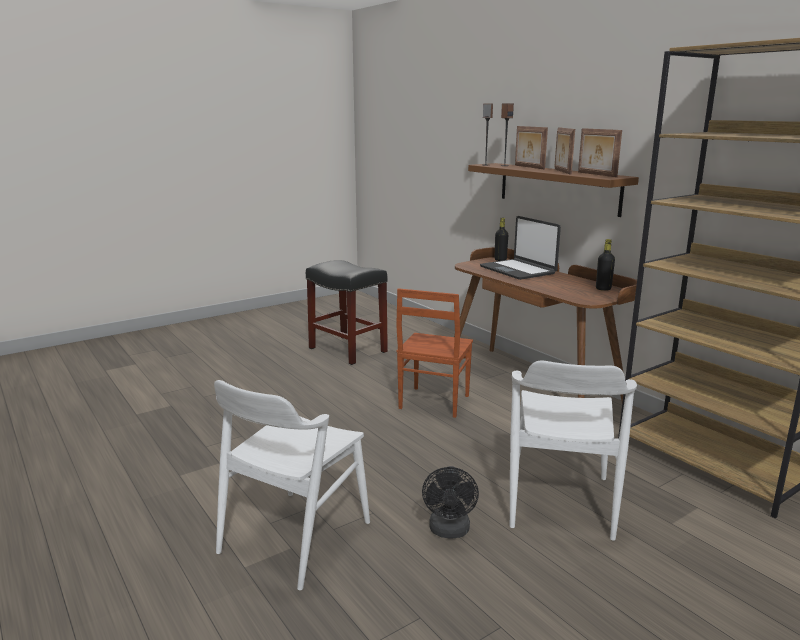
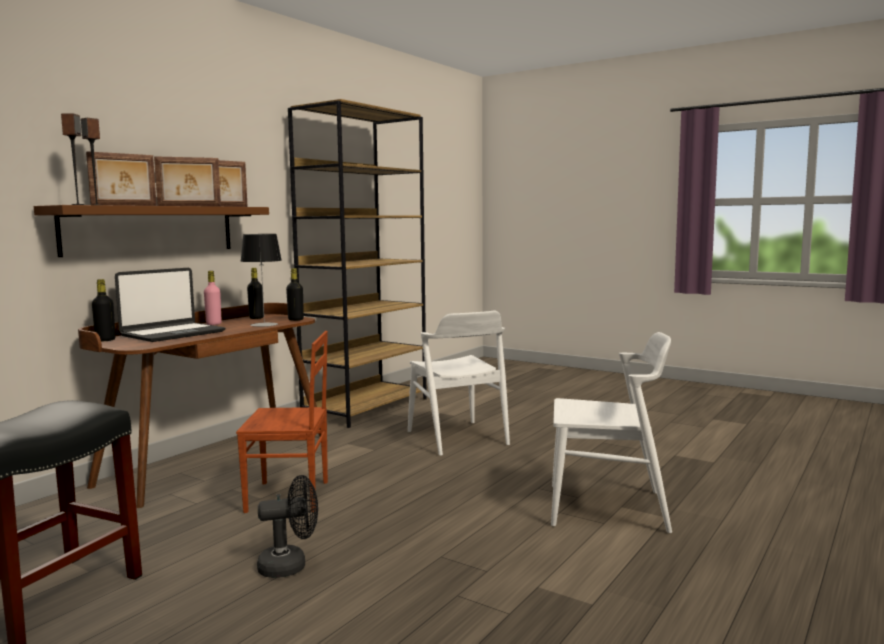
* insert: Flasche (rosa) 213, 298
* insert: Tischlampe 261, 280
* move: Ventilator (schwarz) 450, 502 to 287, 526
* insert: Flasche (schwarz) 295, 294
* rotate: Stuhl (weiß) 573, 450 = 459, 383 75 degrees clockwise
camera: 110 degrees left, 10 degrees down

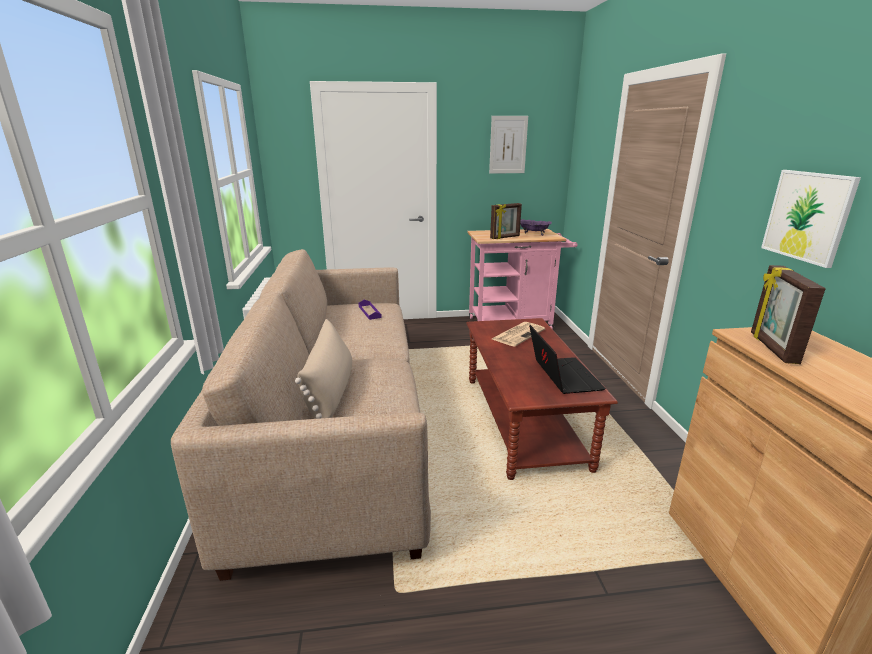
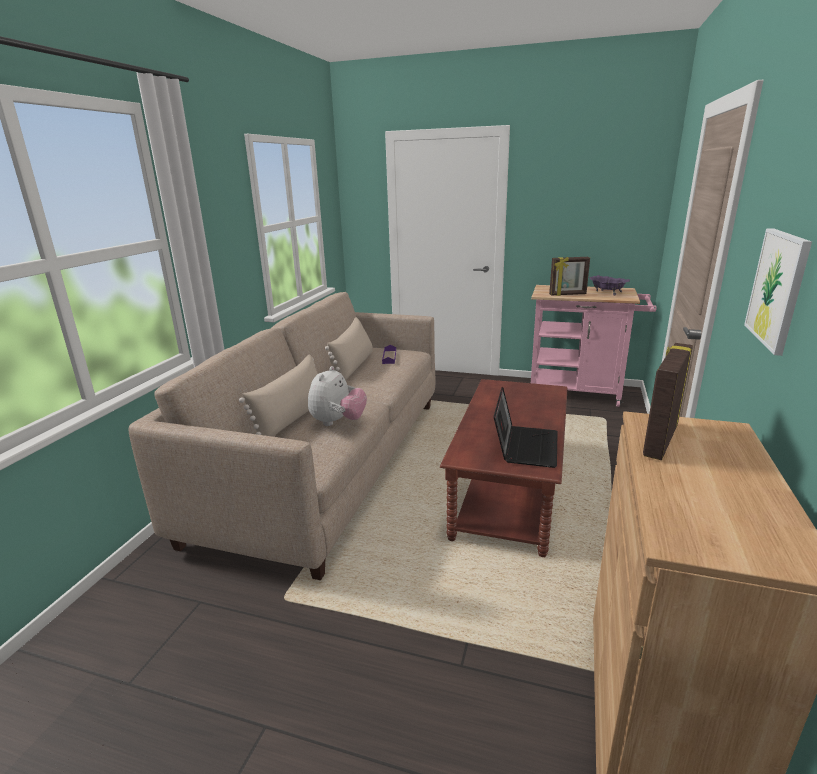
* insert: Plüschtier 337, 396
* insert: Kissen (beige) 349, 348
* delete: Bild 508, 145
* delete: Zeitung 518, 334
camera: 25 degrees right, 0 degrees up

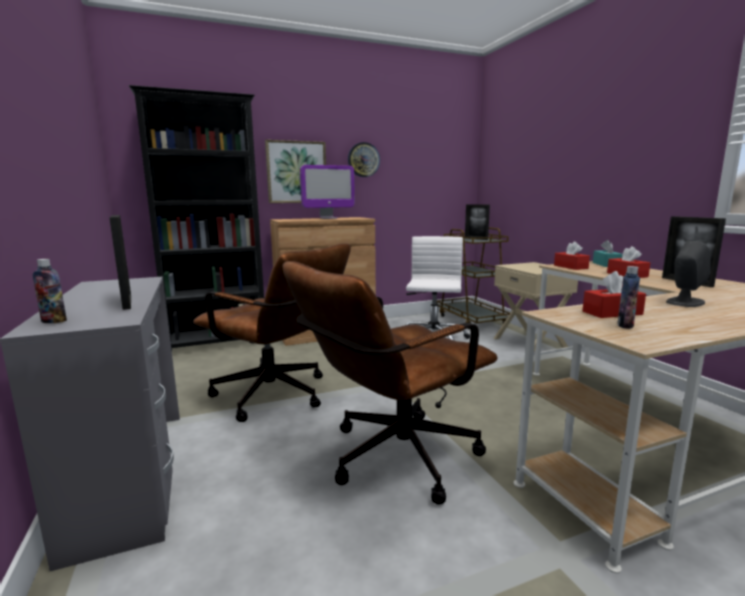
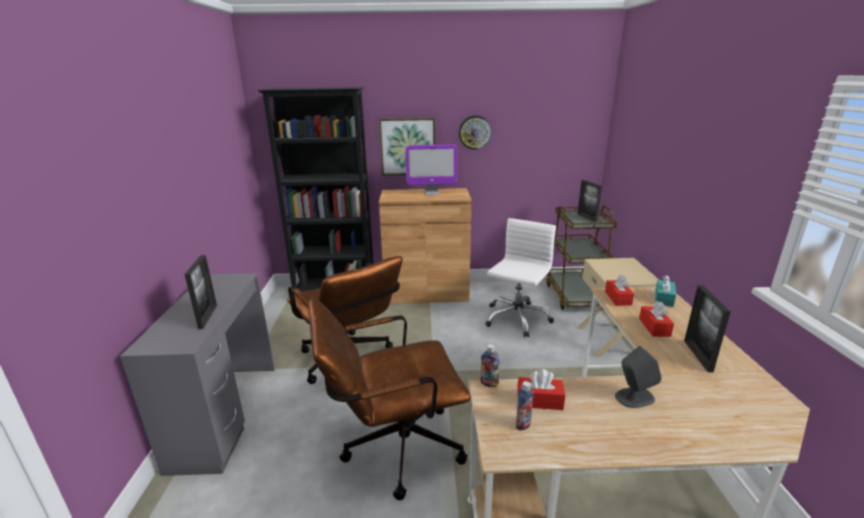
* move: Flasche 50, 291 to 490, 365
camera: 20 degrees right, 10 degrees up

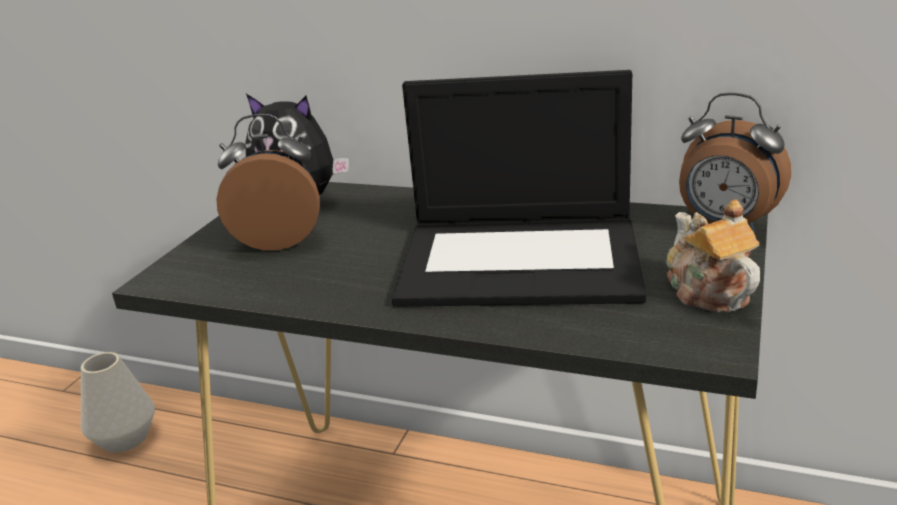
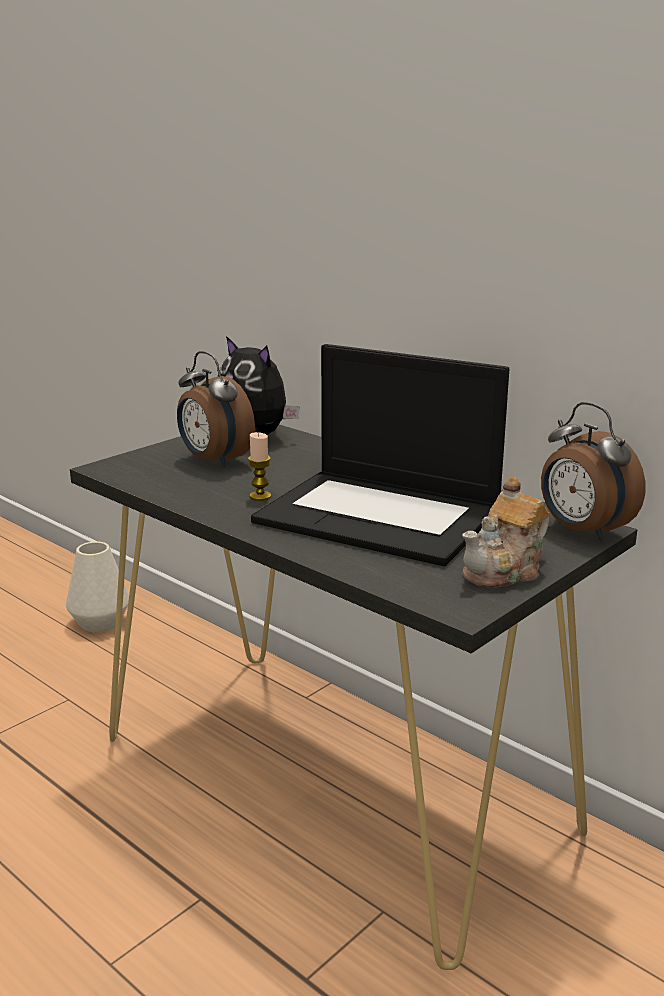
* rotate: Wecker 268, 182 = 216, 409 150 degrees counterclockwise
* insert: Kerze 259, 466
* rotate: Teekanne 713, 255 = 505, 532 135 degrees counterclockwise
camera: 20 degrees right, 5 degrees down

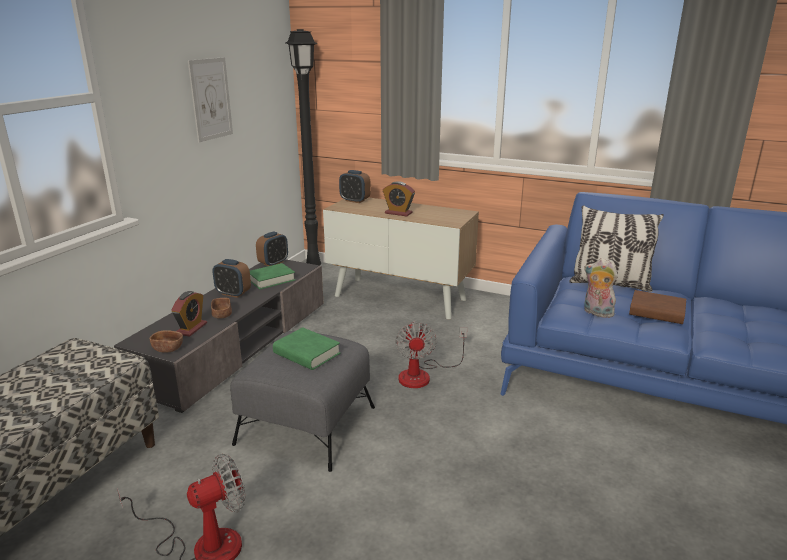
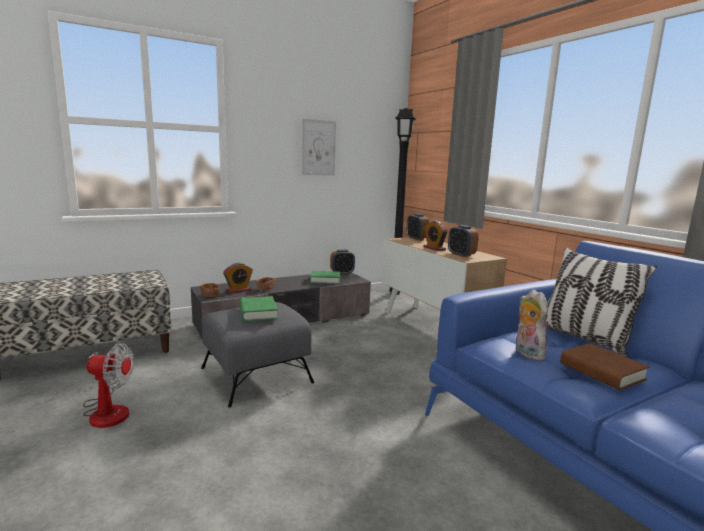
* move: Wecker 231, 278 to 463, 241
* delete: Ventilator 431, 354
camera: 35 degrees right, 10 degrees down

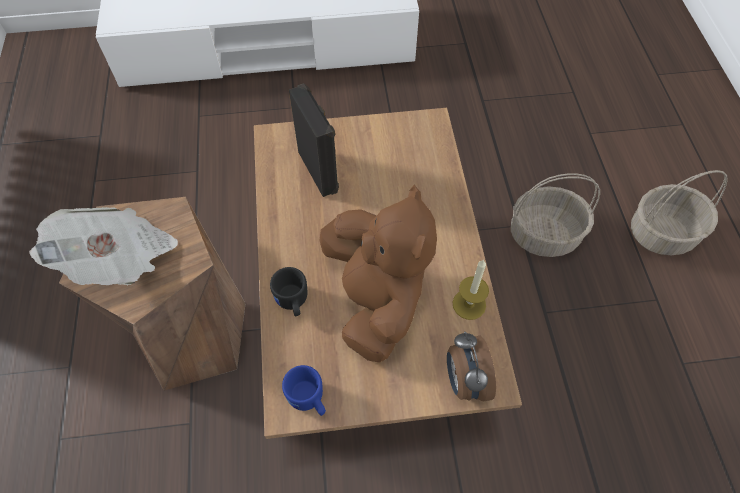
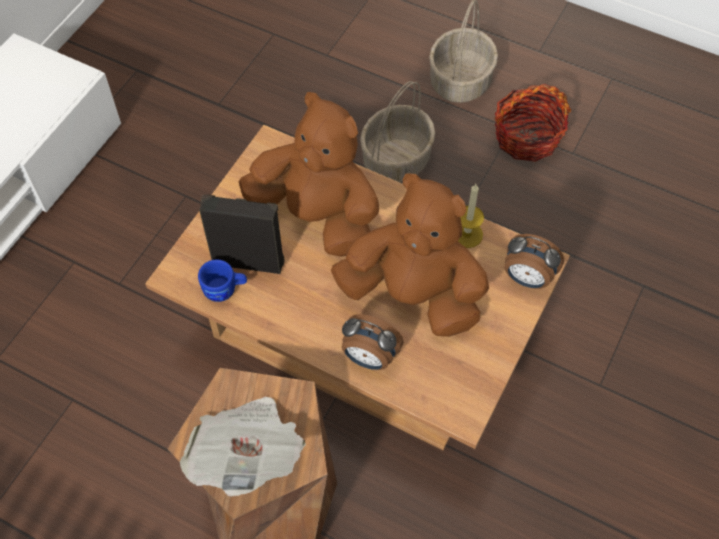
* move: Henkelbecher (blau) 304, 390 to 222, 280
* insert: Plüschtier (braun) 309, 174
* replace: Henkelbecher (schwarz) 288, 291 to Wecker 373, 342
* insert: Korb 533, 123
camera: 55 degrees left, 0 degrees up

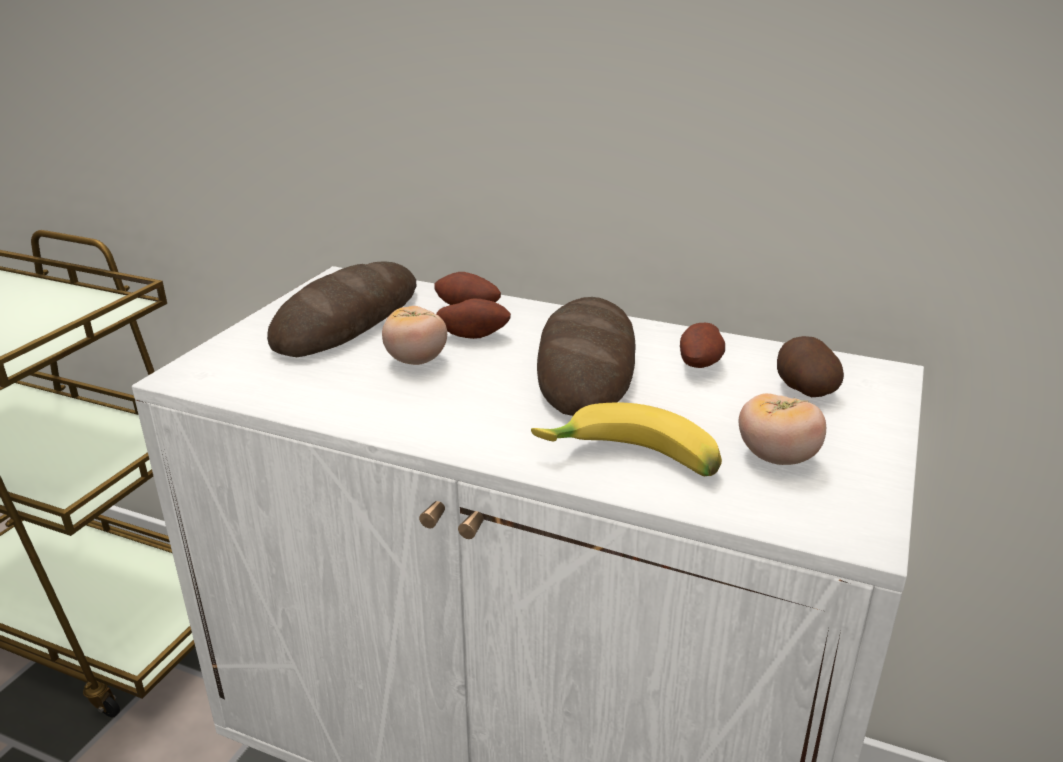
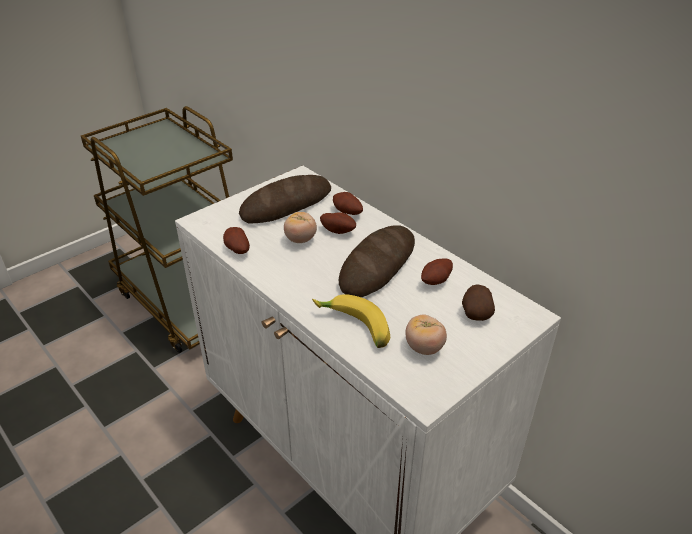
* insert: Kartoffel 236, 240
camera: 25 degrees right, 10 degrees up

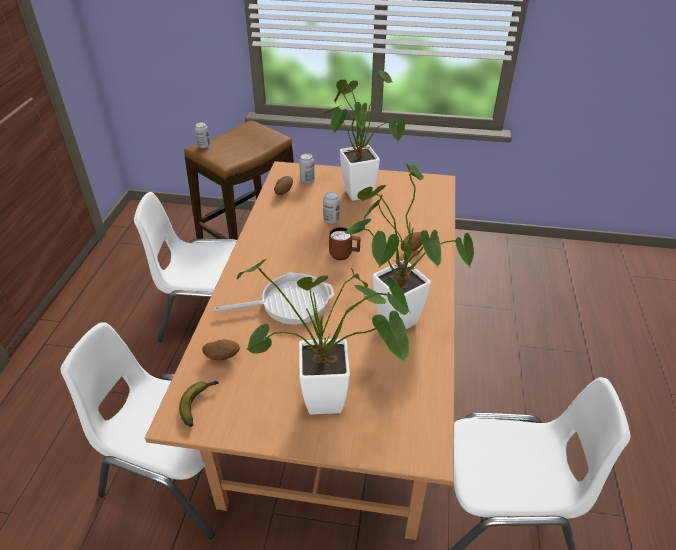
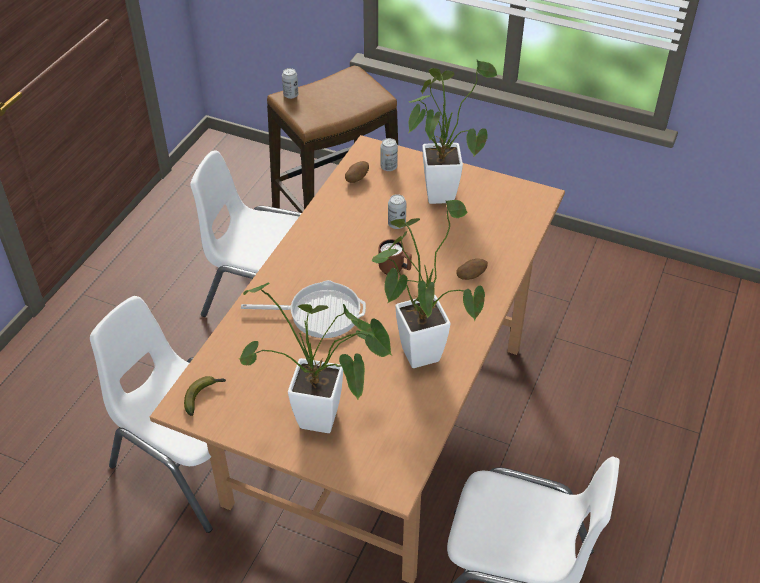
* delete: Kartoffel 221, 350
camera: 15 degrees right, 5 degrees up

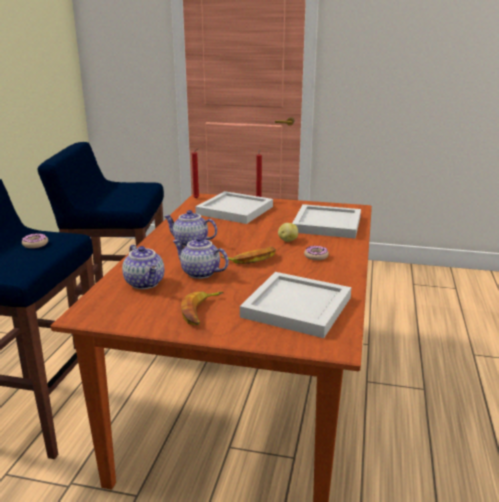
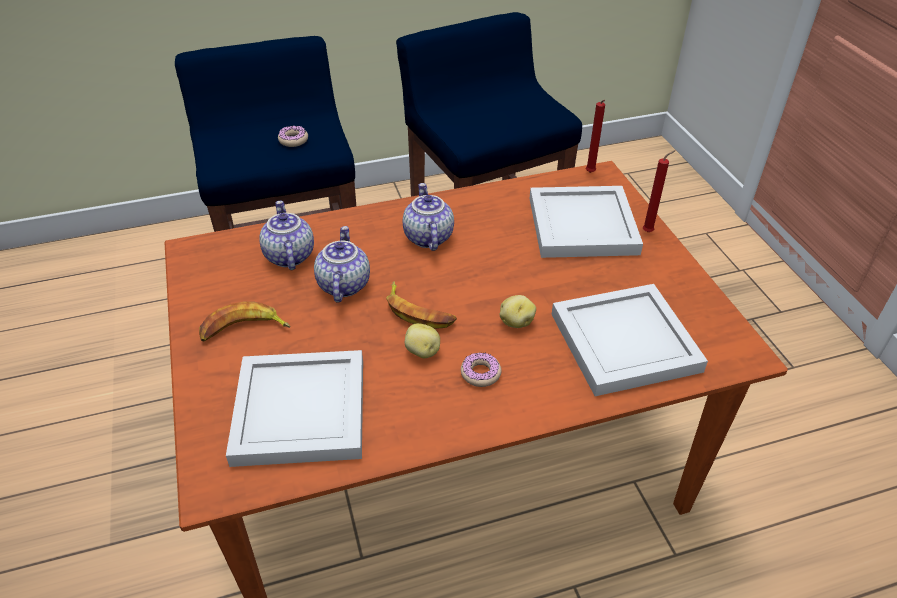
* rotate: Teekanne 143, 267 = 286, 235 135 degrees clockwise
* insert: Kartoffel 422, 340
camera: 60 degrees right, 20 degrees up

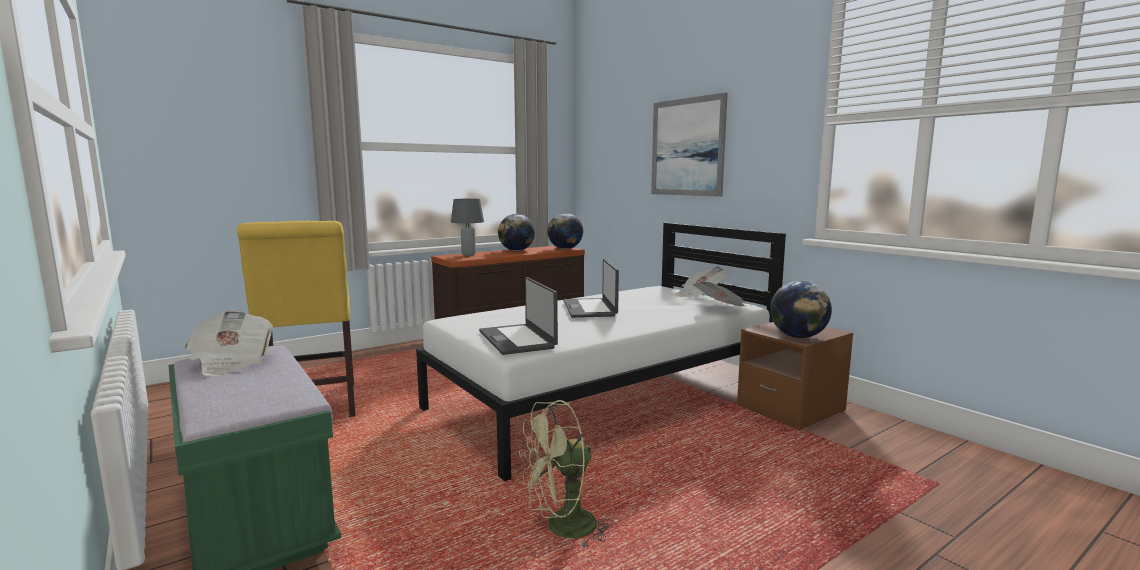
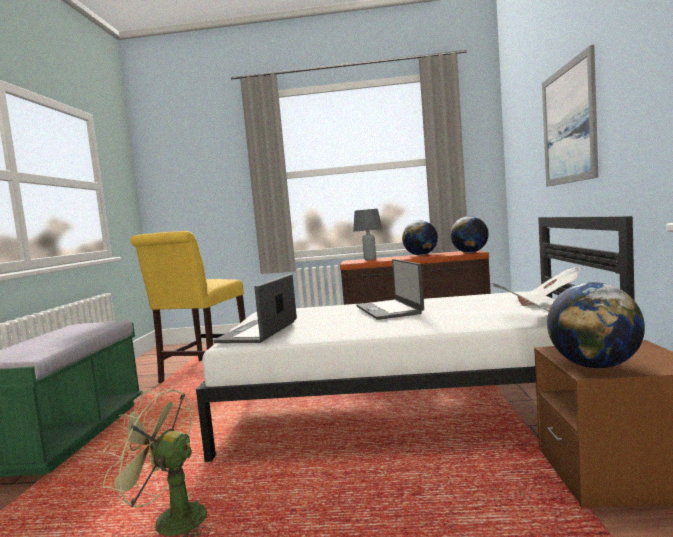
* rotate: Laptop 591, 288 = 390, 289 45 degrees counterclockwise
* delete: Zeitung 229, 343
camera: 40 degrees right, 5 degrees down

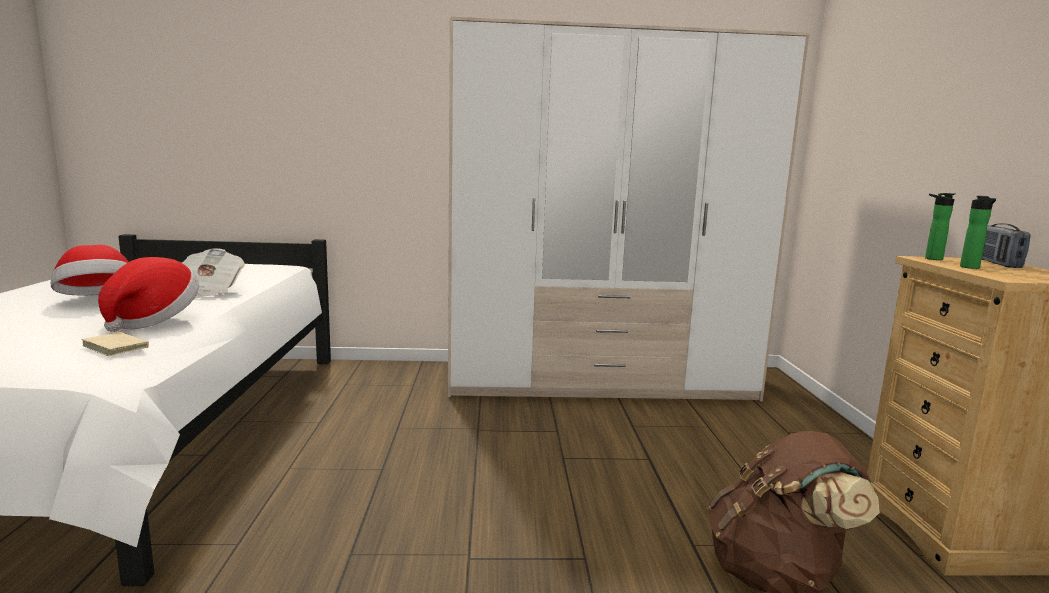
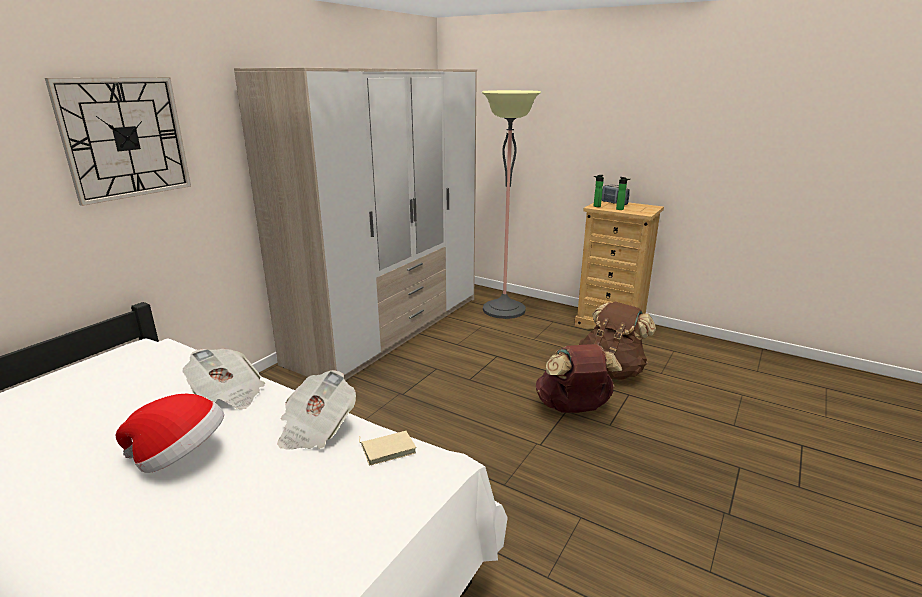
* insert: Wanduhr 118, 141
* replace: Hut 148, 294 to Zeitung 316, 410
* insert: Stehlampe 511, 204
* insert: Rucksack (braun) 579, 378
camera: 55 degrees left, 10 degrees up

